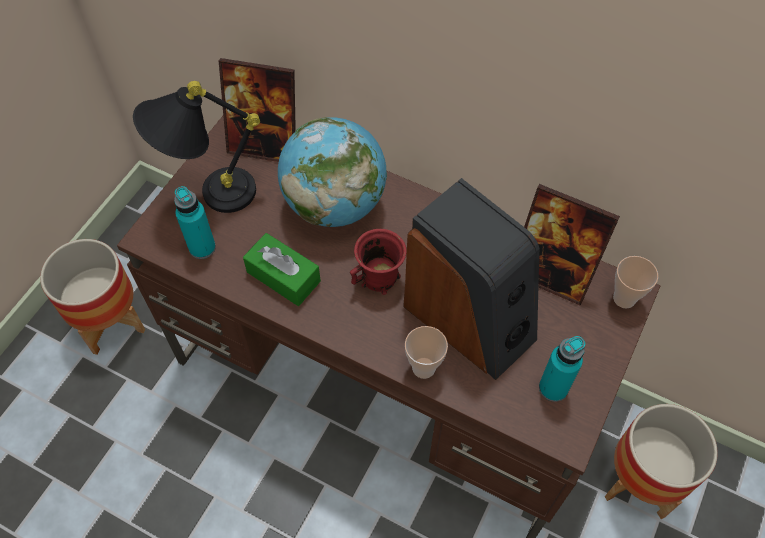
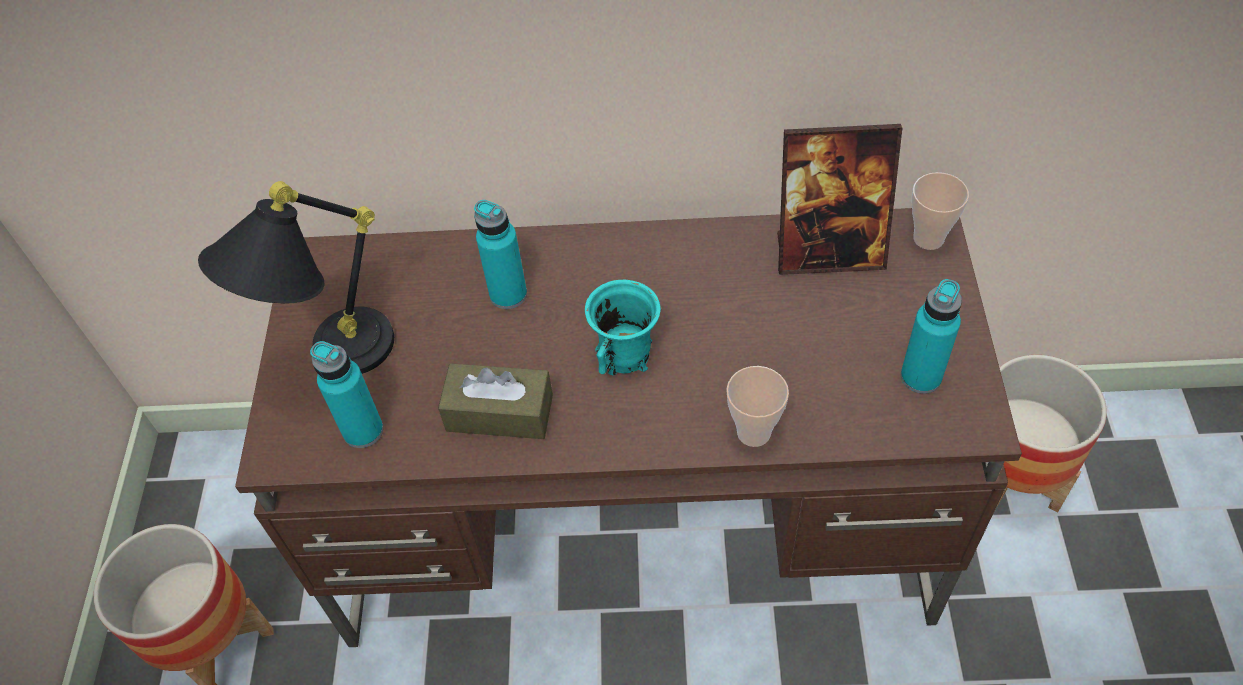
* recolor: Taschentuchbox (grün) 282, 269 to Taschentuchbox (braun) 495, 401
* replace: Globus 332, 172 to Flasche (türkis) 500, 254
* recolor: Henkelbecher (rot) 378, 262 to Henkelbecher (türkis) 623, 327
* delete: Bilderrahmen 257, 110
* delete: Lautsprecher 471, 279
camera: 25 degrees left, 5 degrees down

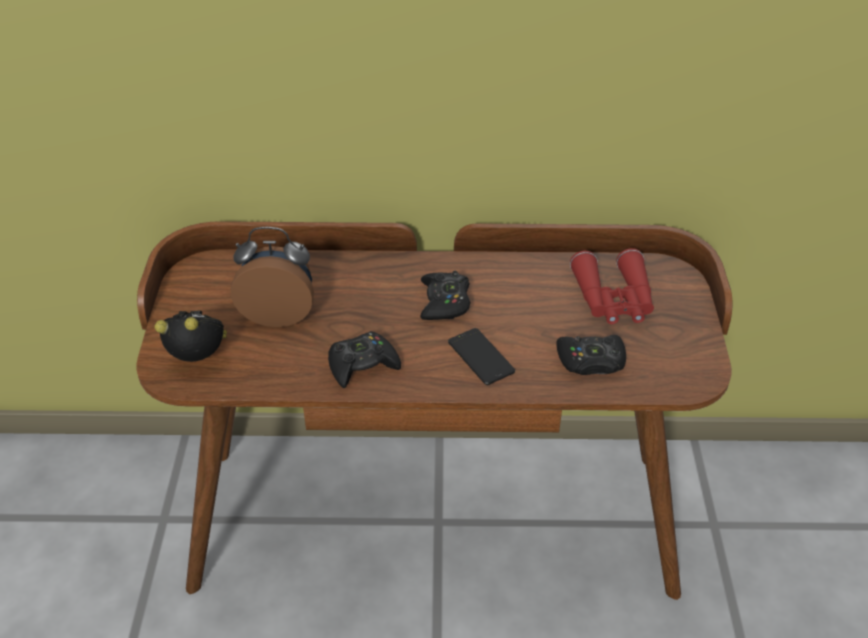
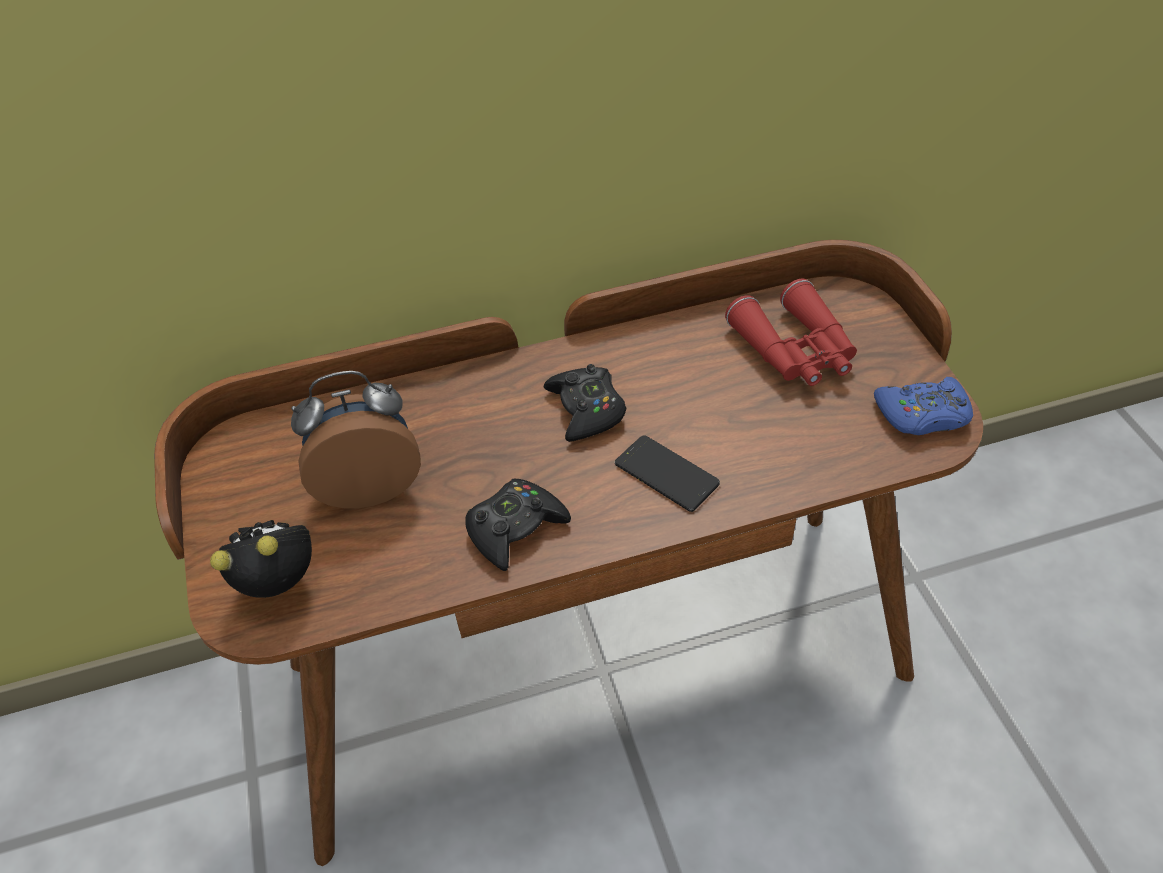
* insert: Gamepad (blau) 923, 406
* delete: Gamepad (schwarz) 591, 355
camera: 15 degrees left, 5 degrees up

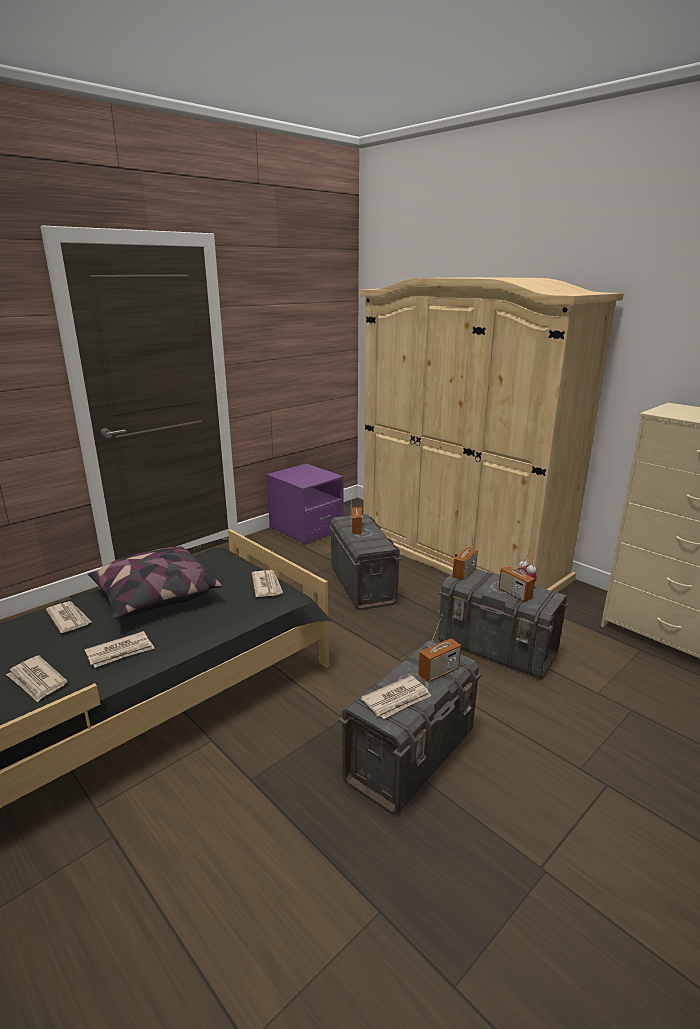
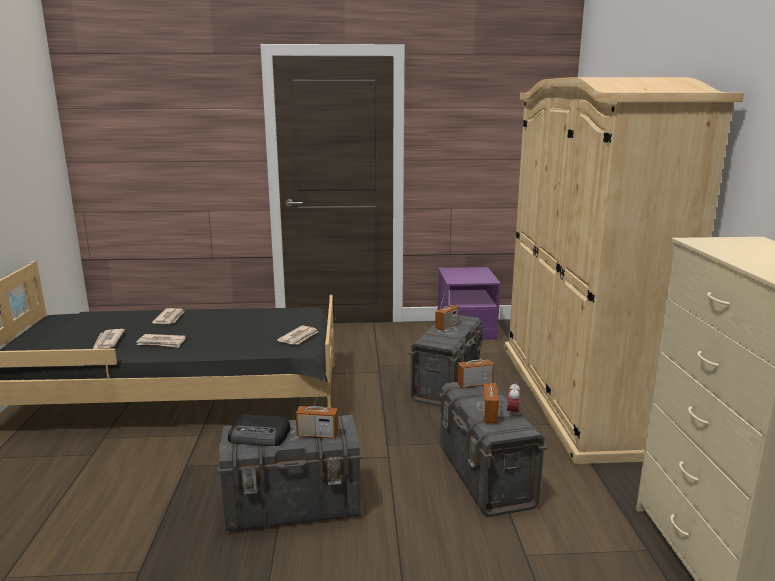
* replace: Zeitung 396, 697 to Radio 259, 430
* delete: Kissen 155, 583
camera: 40 degrees right, 5 degrees down

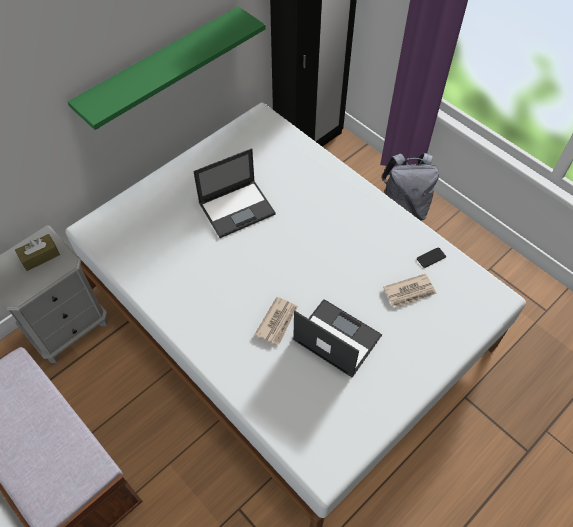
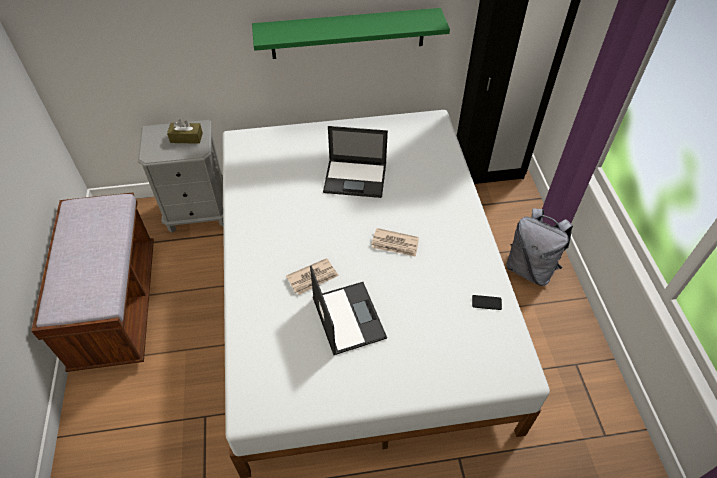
* move: Zeitung 410, 291 to 395, 242
camera: 35 degrees right, 5 degrees down

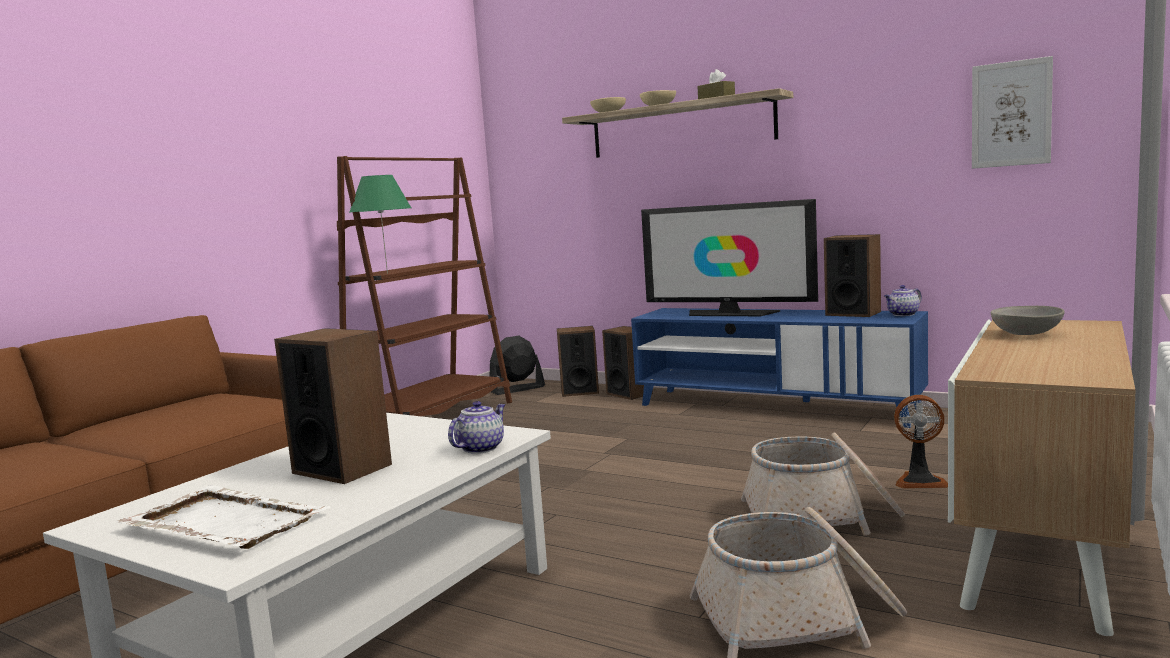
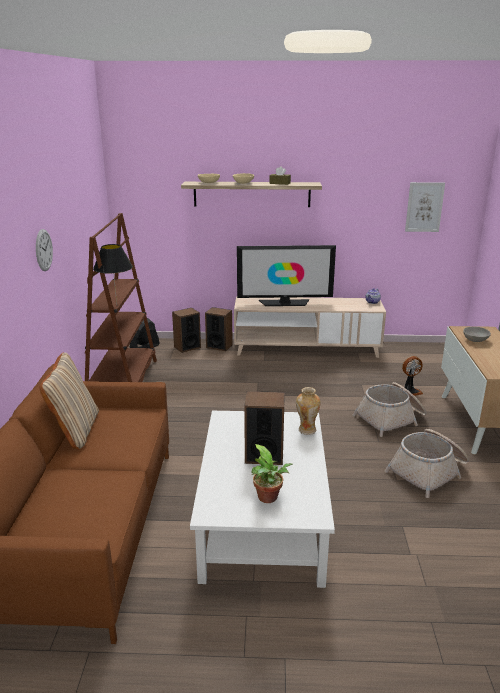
* insert: Wanduhr 44, 250
* insert: Kissen (beige) 69, 401
* recolor: Tischlampe (grün) 380, 224 to Tischlampe (schwarz) 113, 273
* recolor: Fernsehschrank (blau) 779, 368 to Fernsehschrank (beige) 310, 327
* replace: Tablett (weiß) 223, 517 to Topfpflanze 271, 473
* replace: Teekanne 476, 427 to Vase 308, 411
* delete: Lautsprecher 852, 275
camera: 30 degrees left, 15 degrees up

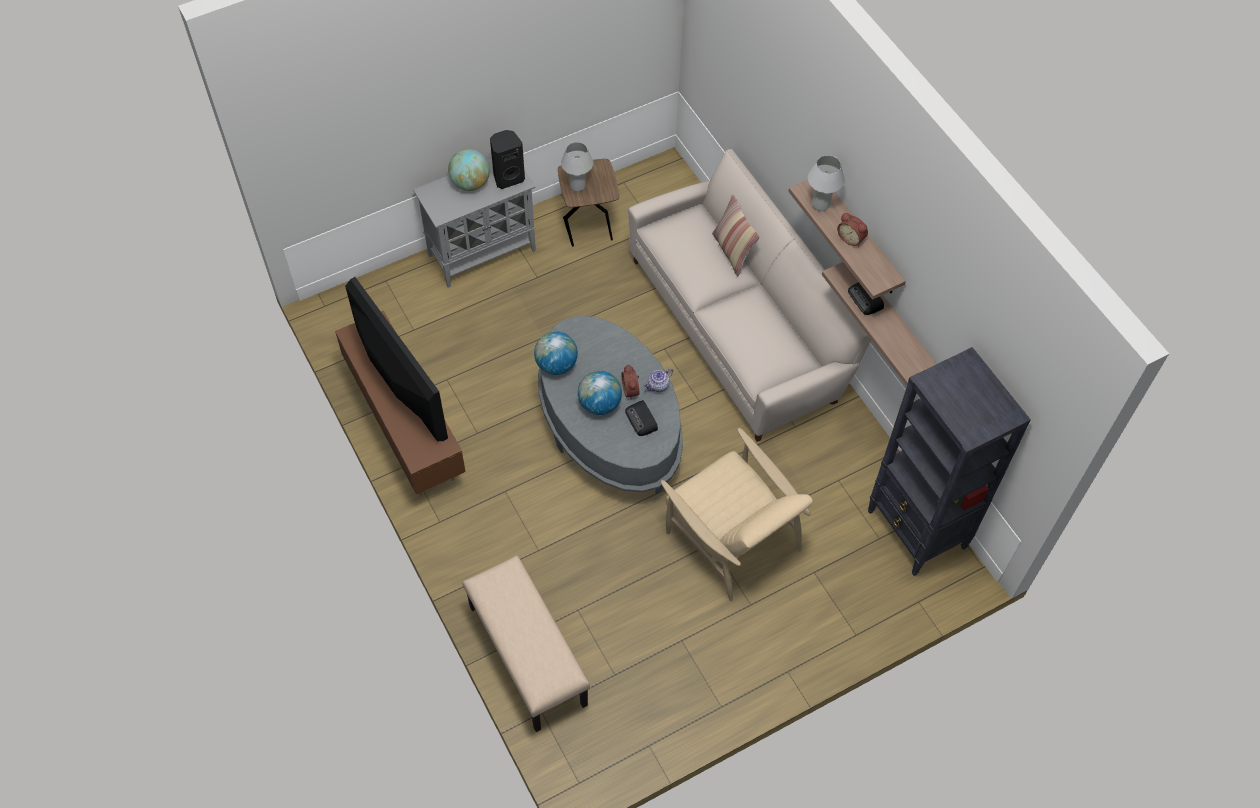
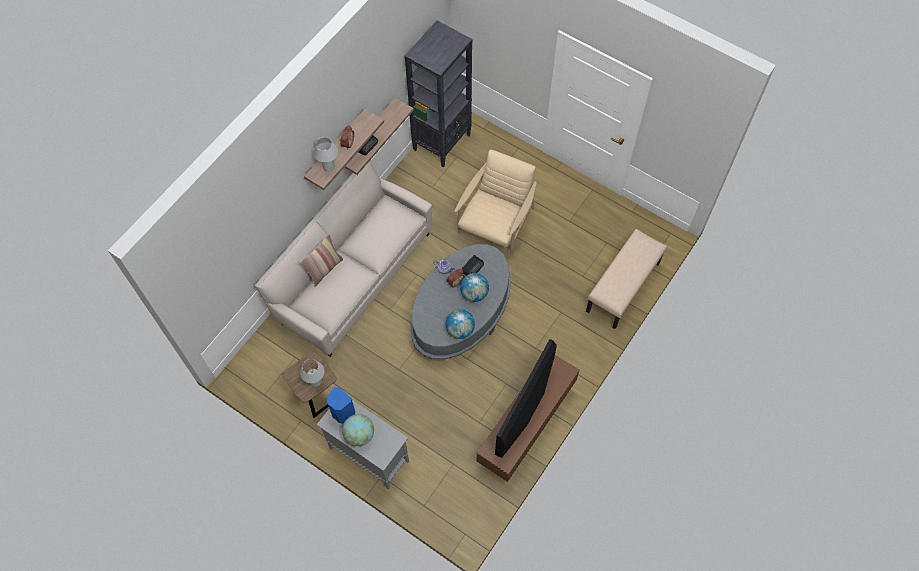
* recolor: Lautsprecher (schwarz) 507, 159 to Lautsprecher (blau) 340, 405
camera: 115 degrees left, 5 degrees up

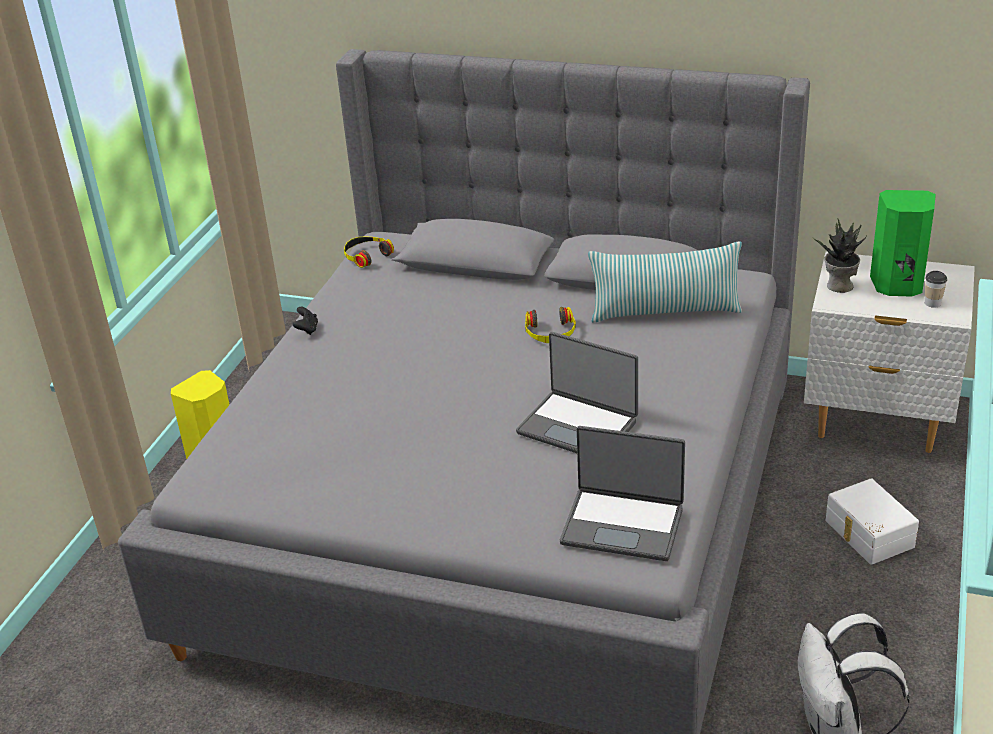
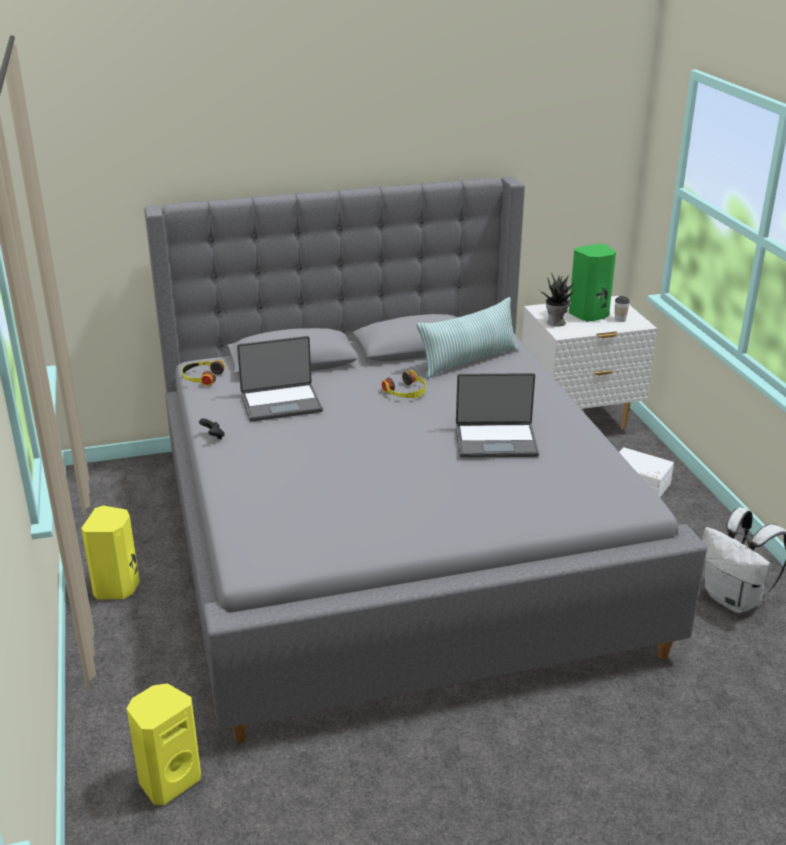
* insert: Lautsprecher (gelb) 164, 744
* move: Laptop 622, 493 to 280, 379
camera: 35 degrees left, 5 degrees down

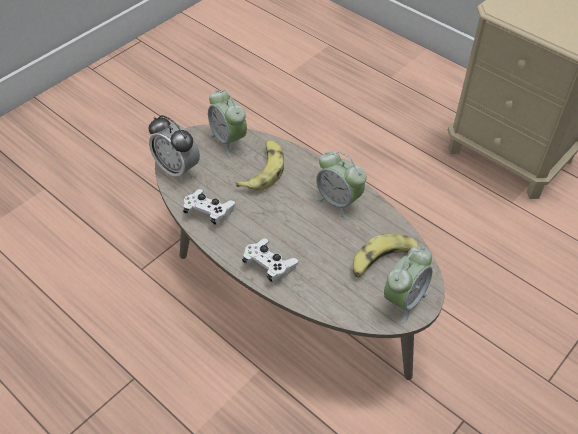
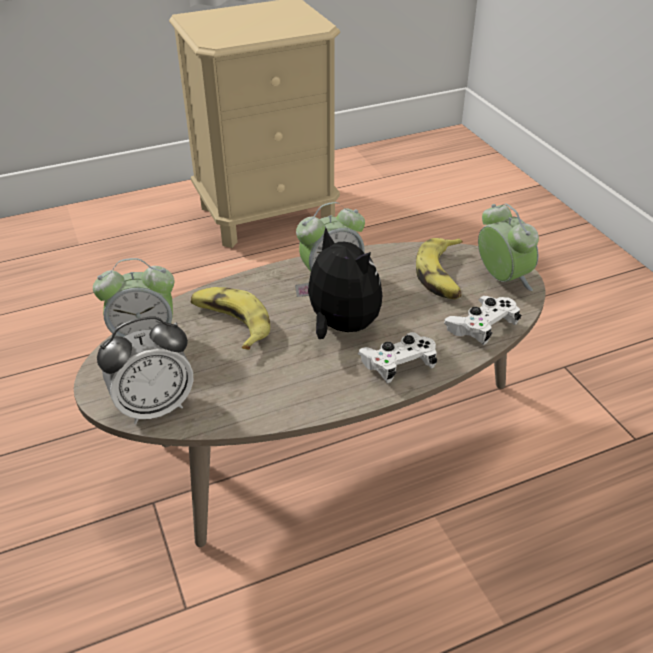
* insert: Plüschtier 338, 283
* move: Gamepad (weiß) 209, 208 to 482, 320
camera: 65 degrees left, 10 degrees down

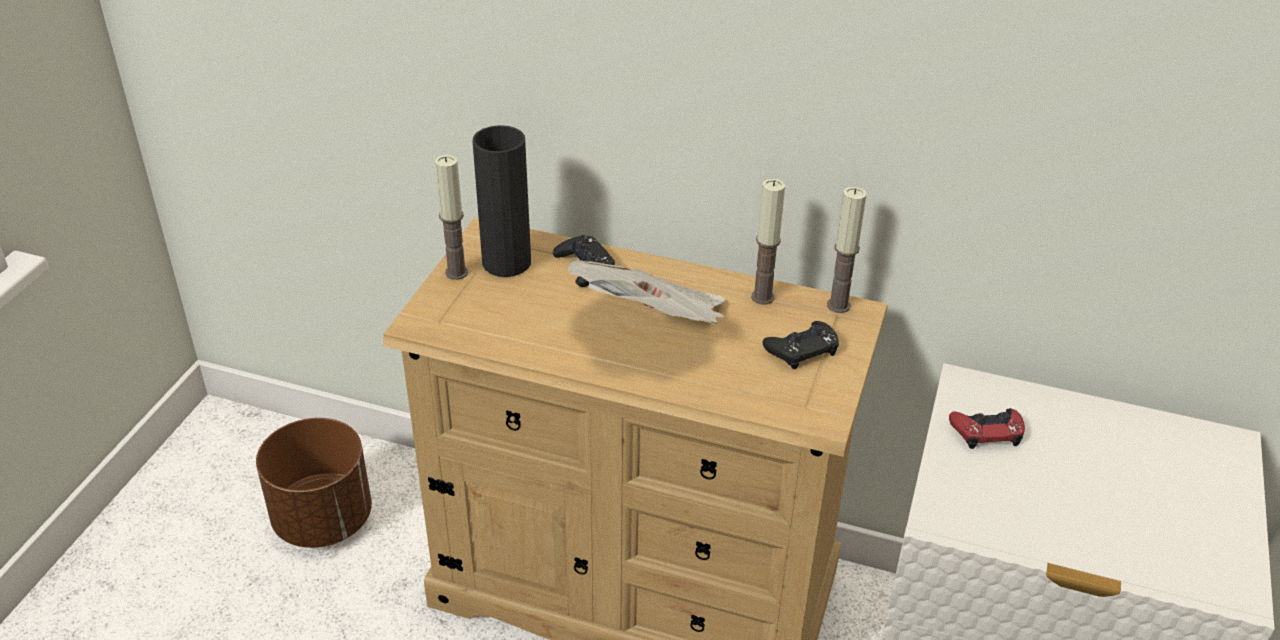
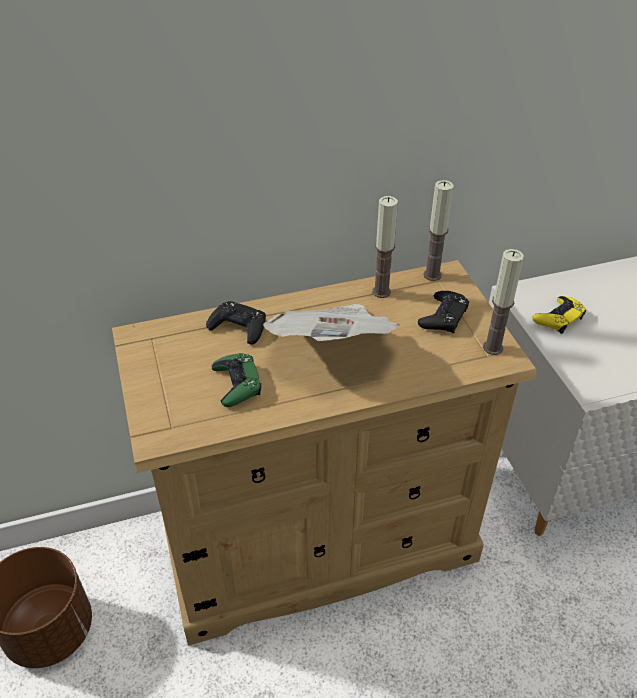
* insert: Gamepad (grün) 236, 380
* move: Kerze 451, 217 to 503, 302
* recolor: Gamepad (rot) 987, 428 to Gamepad (gelb) 559, 315
* delete: Vase (schwarz) 502, 201
camera: 35 degrees left, 5 degrees up

